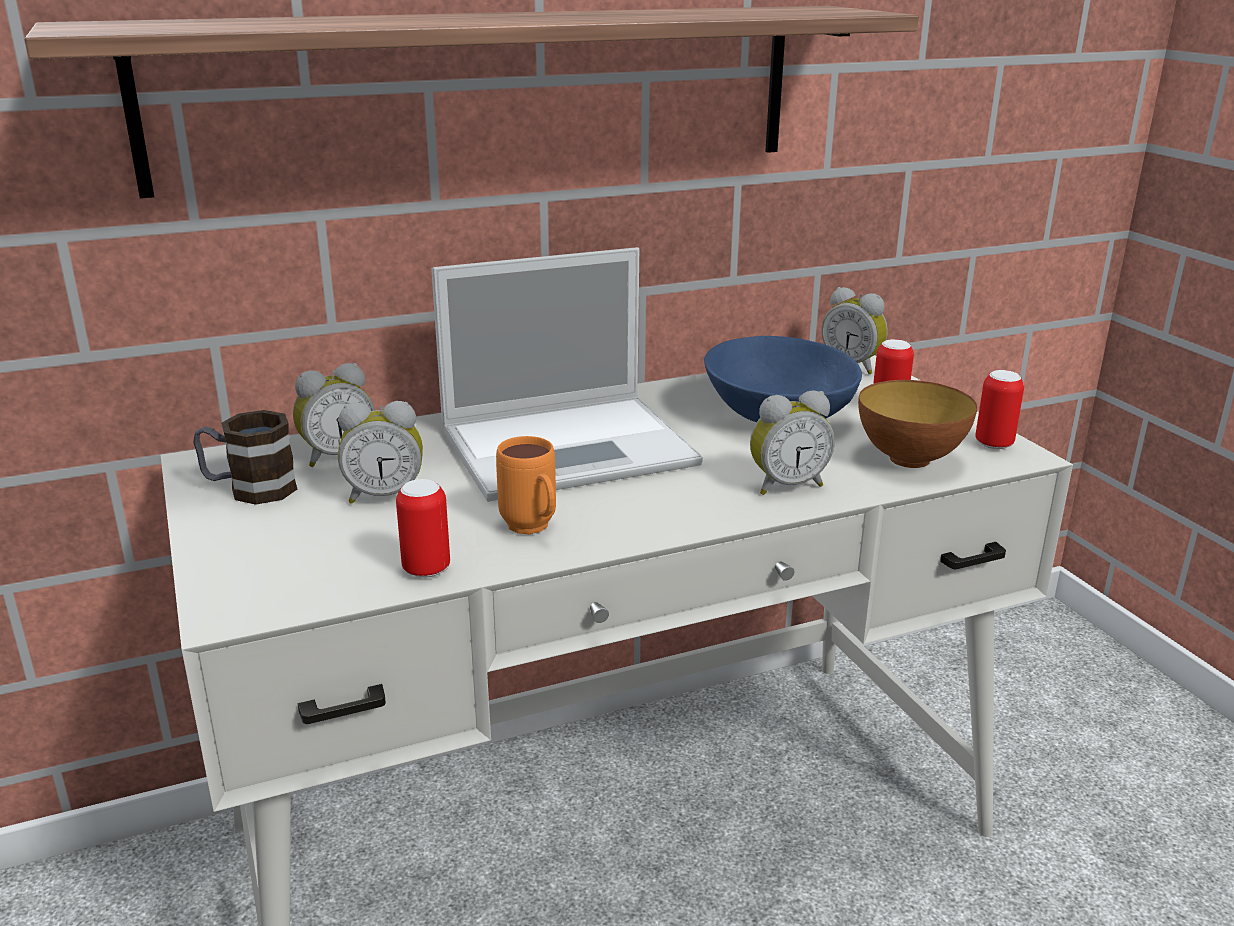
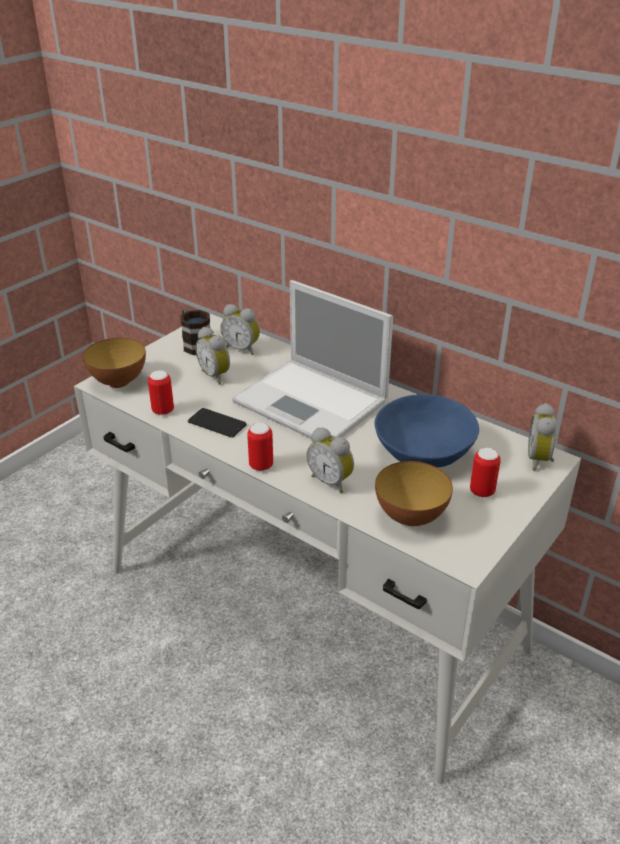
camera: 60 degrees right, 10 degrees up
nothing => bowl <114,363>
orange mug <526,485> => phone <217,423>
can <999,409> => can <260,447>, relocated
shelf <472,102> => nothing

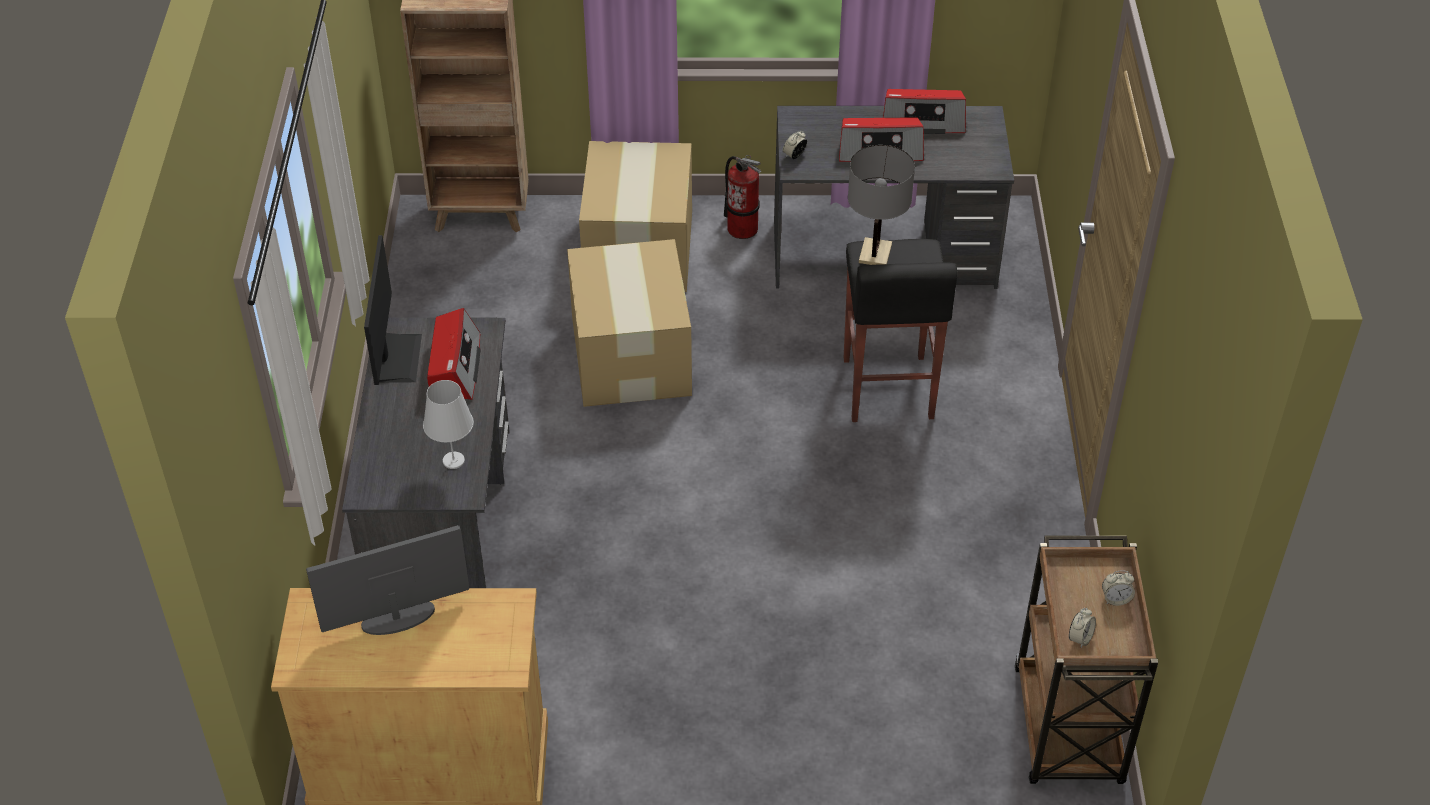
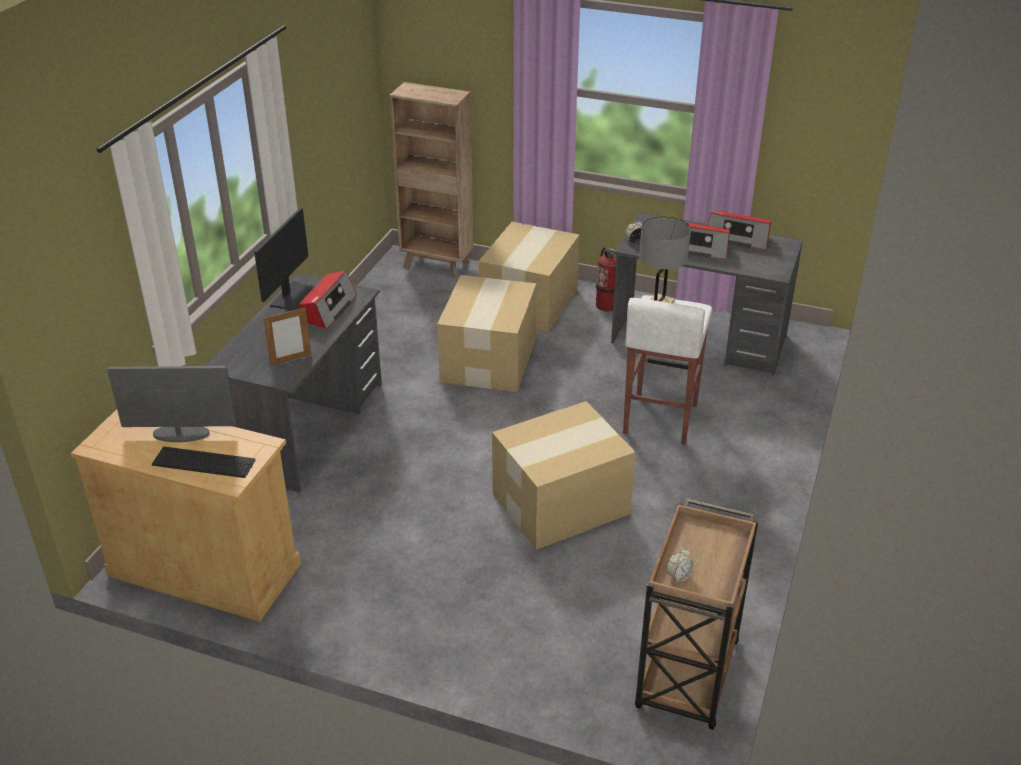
camera: 20 degrees right, 10 degrees down
nothing => keyboard <203,462>
white table lamp <448,424> => picture frame <287,336>
nothing => cardboard box <563,475>
black stool <900,330> => white stool <667,370>
alarm clock <1118,588> => nothing

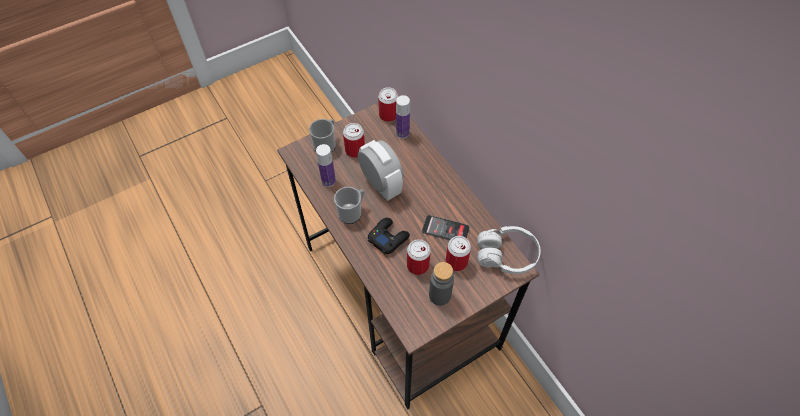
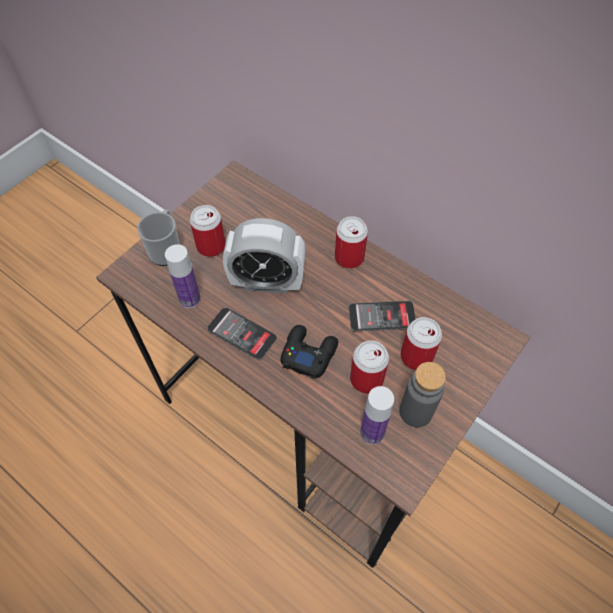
camera: 20 degrees left, 0 degrees up
mug <349,205> => phone <242,333>
alarm clock <381,170> => alarm clock <264,256>, 150 degrees clockwise
can <388,104> => can <351,242>, relocated
bottle <403,117> => bottle <377,415>, relocated
white headphones <509,250> => nothing

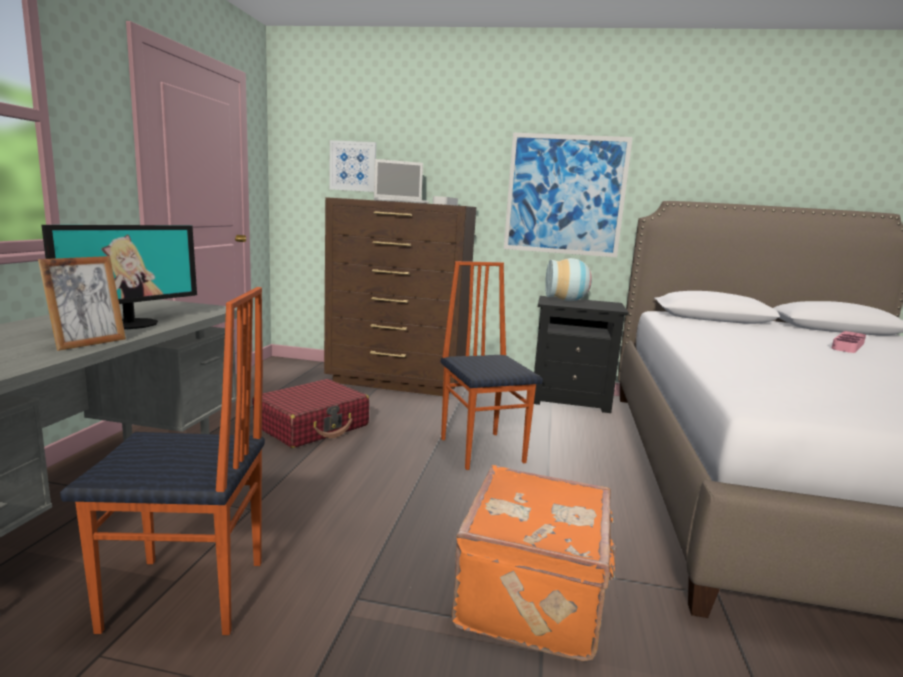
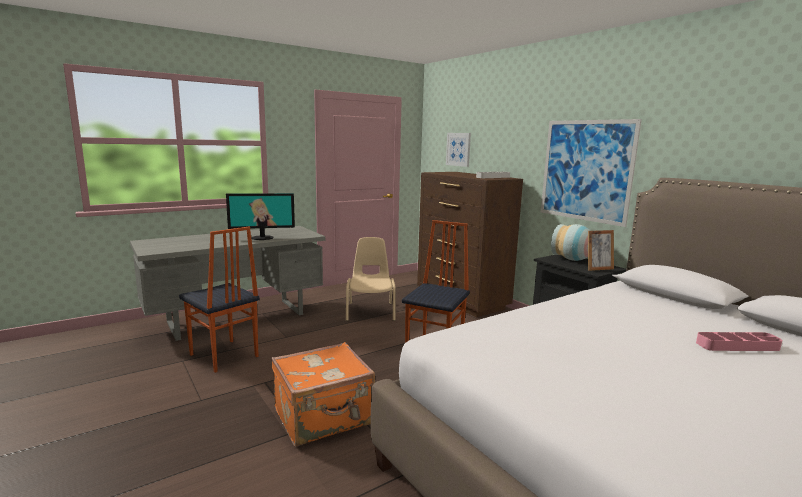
camera: 45 degrees right, 0 degrees up
red suitcase <310,413> => beige chair <371,279>
picture frame <82,303> => picture frame <601,250>, relocated
laptop <401,181> => nothing

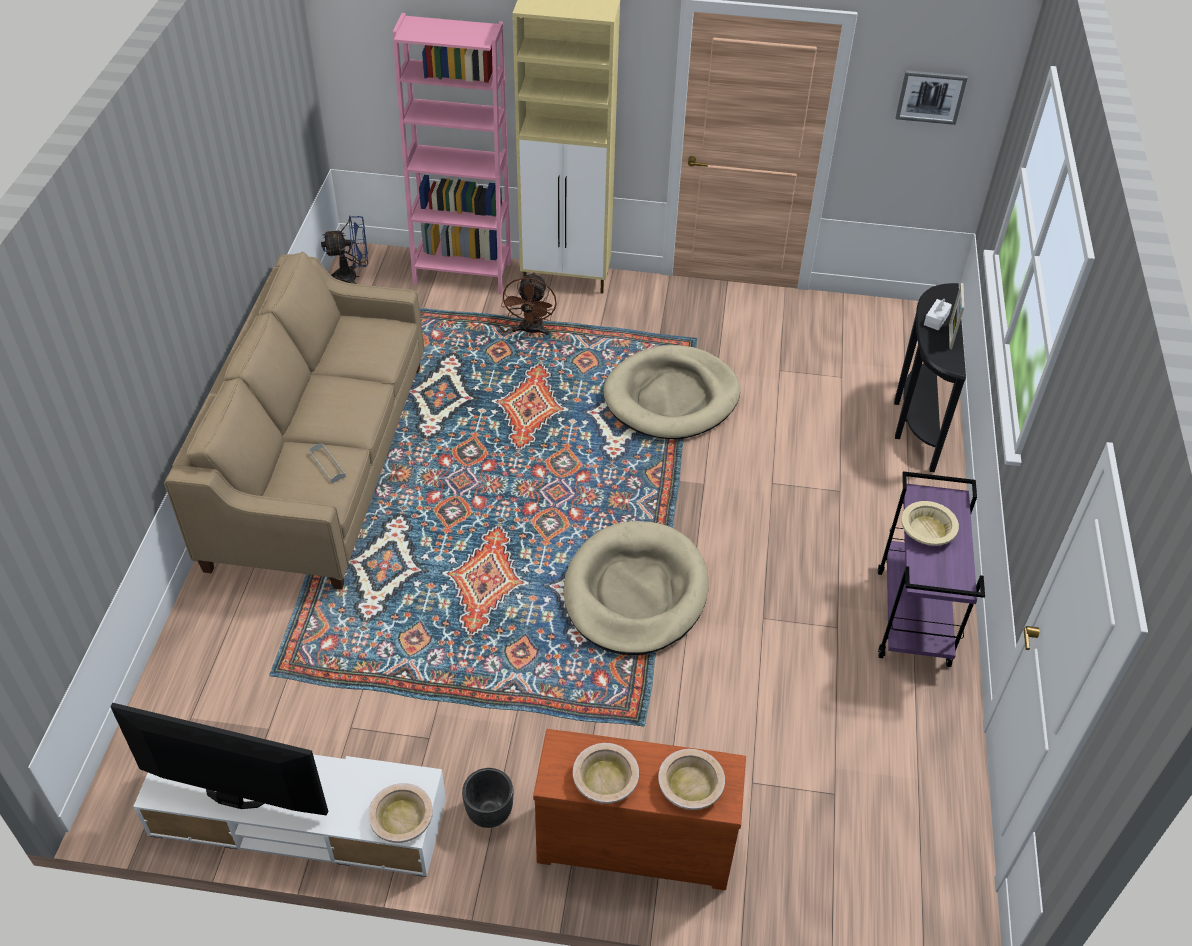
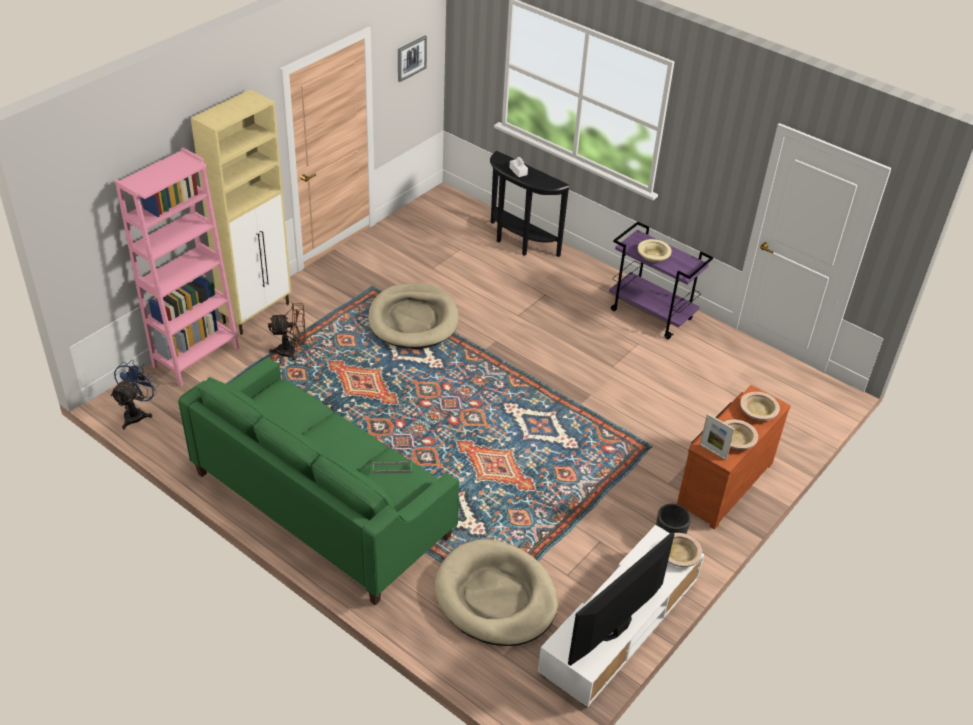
camera: 60 degrees left, 5 degrees down
beige sofa <294,421> => green sofa <318,481>
brown fan <529,303> => brown fan <287,332>, 45 degrees counterclockwise
beige dog bed <636,588> => beige dog bed <496,592>, relocated
picture frame <956,316> => picture frame <717,437>, relocated

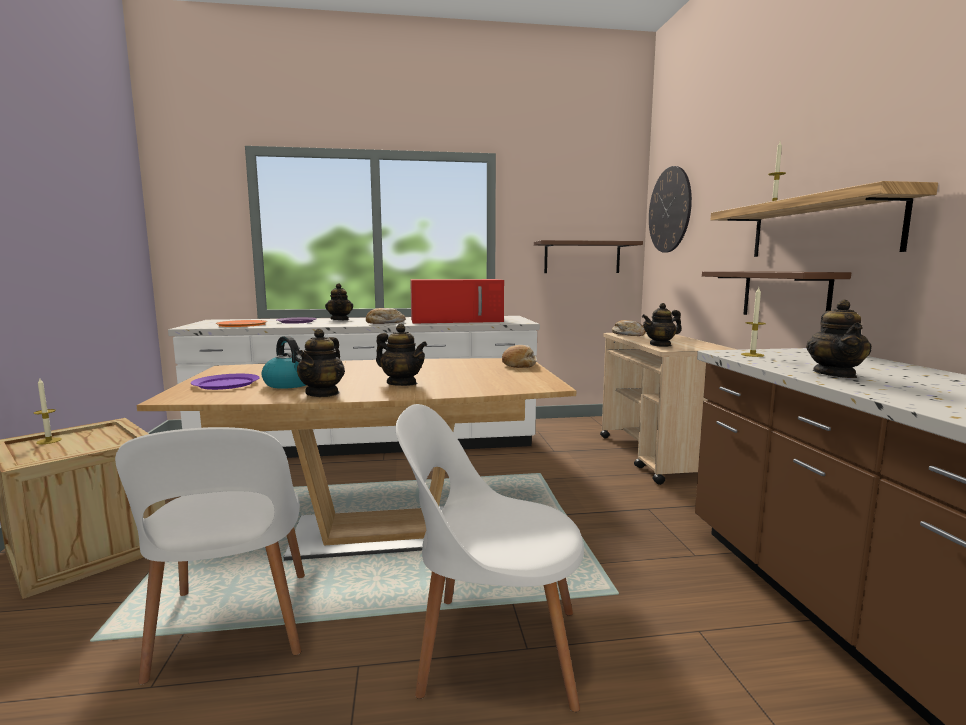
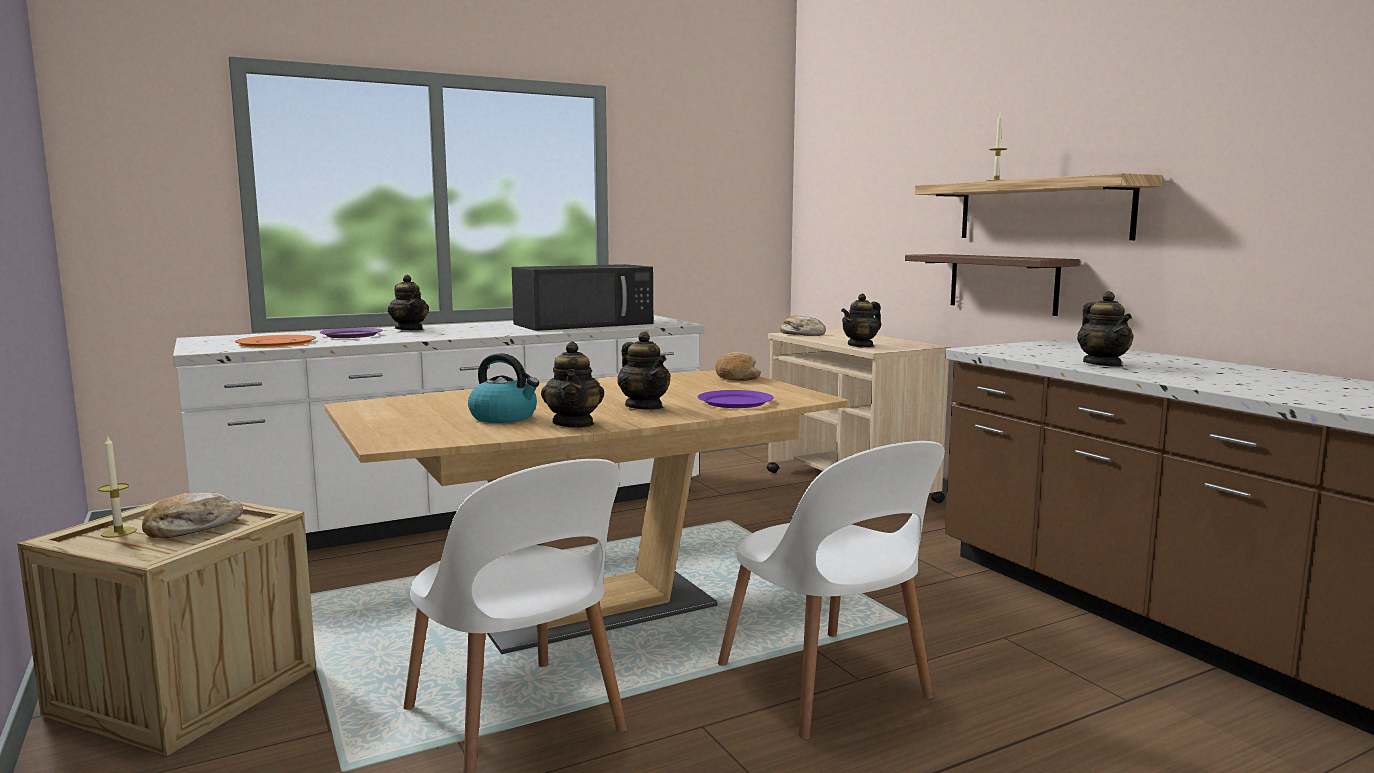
camera: 20 degrees left, 0 degrees up
bread <385,316> => bread <192,515>, relocated
red microwave <457,301> => black microwave <582,297>
teapot <401,355> => teapot <644,371>, 45 degrees clockwise
purple plate <225,382> => purple plate <736,399>, relocated
white chair <490,558> => white chair <831,590>, 105 degrees counterclockwise
brown shelf <588,256> => nothing
wall clock <670,209> => nothing
candle <753,322> => nothing

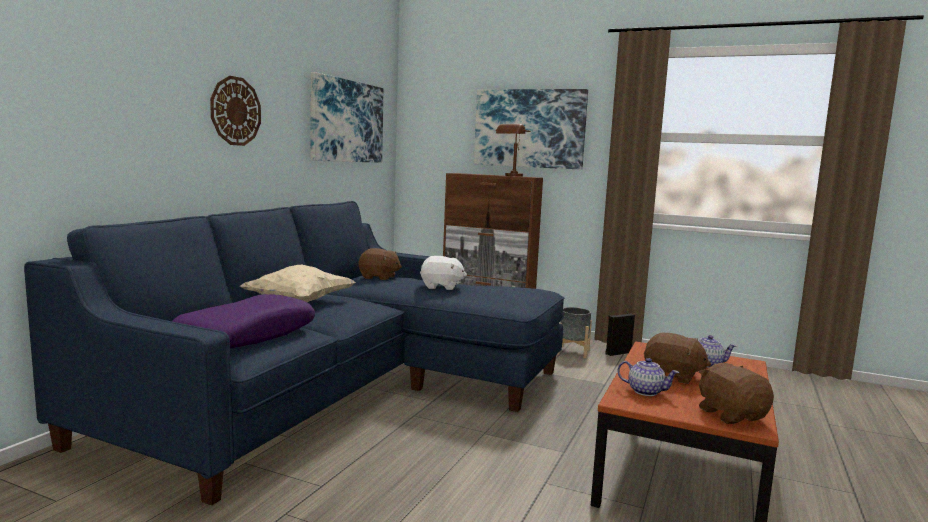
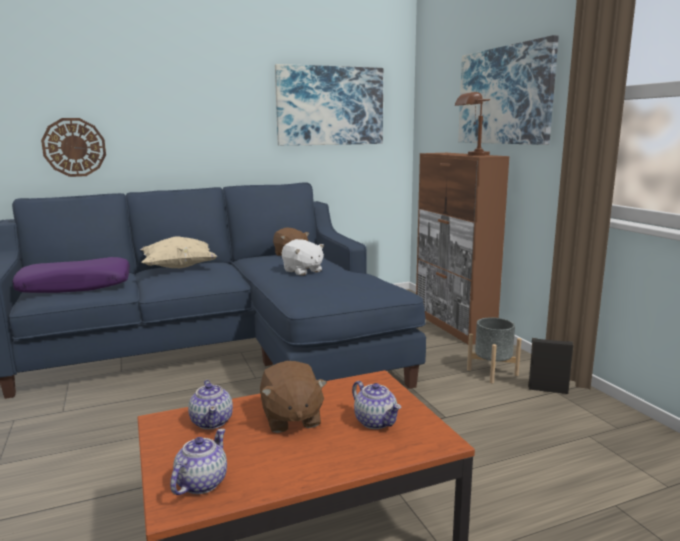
camera: 45 degrees right, 5 degrees up
wall clock <235,111> => wall clock <73,147>, relocated
brown plush toy <736,393> => teapot <198,462>

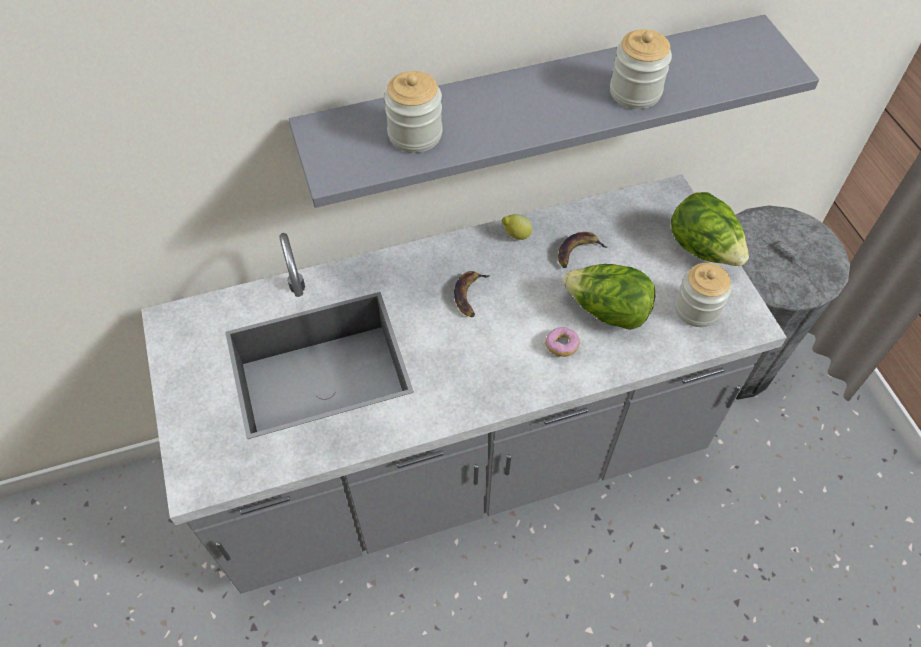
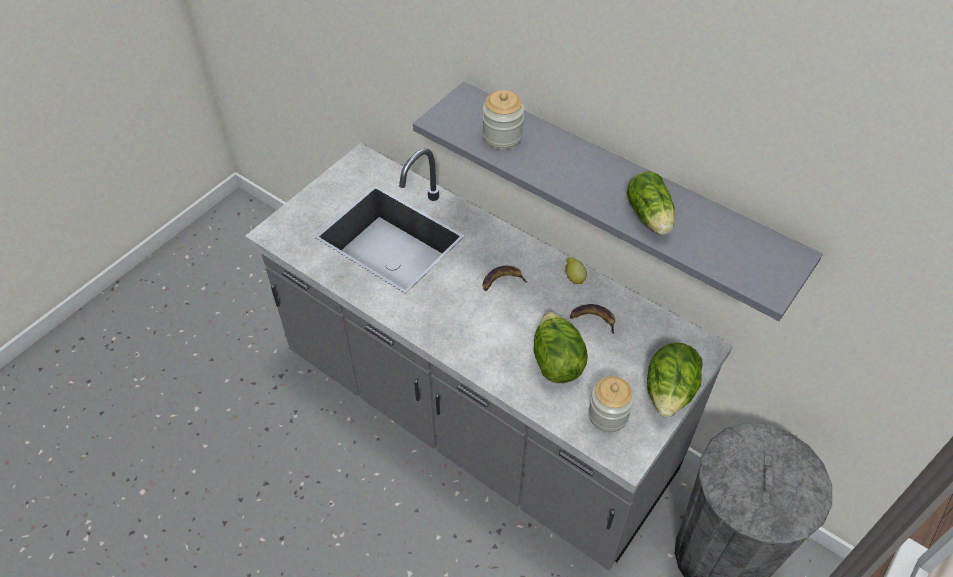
camera: 55 degrees right, 5 degrees down
jar <641,69> => lettuce <651,203>
donut <562,342> => nothing

